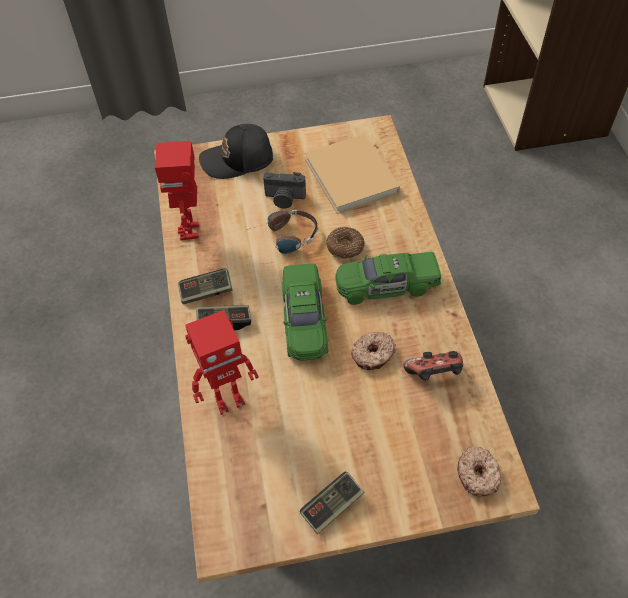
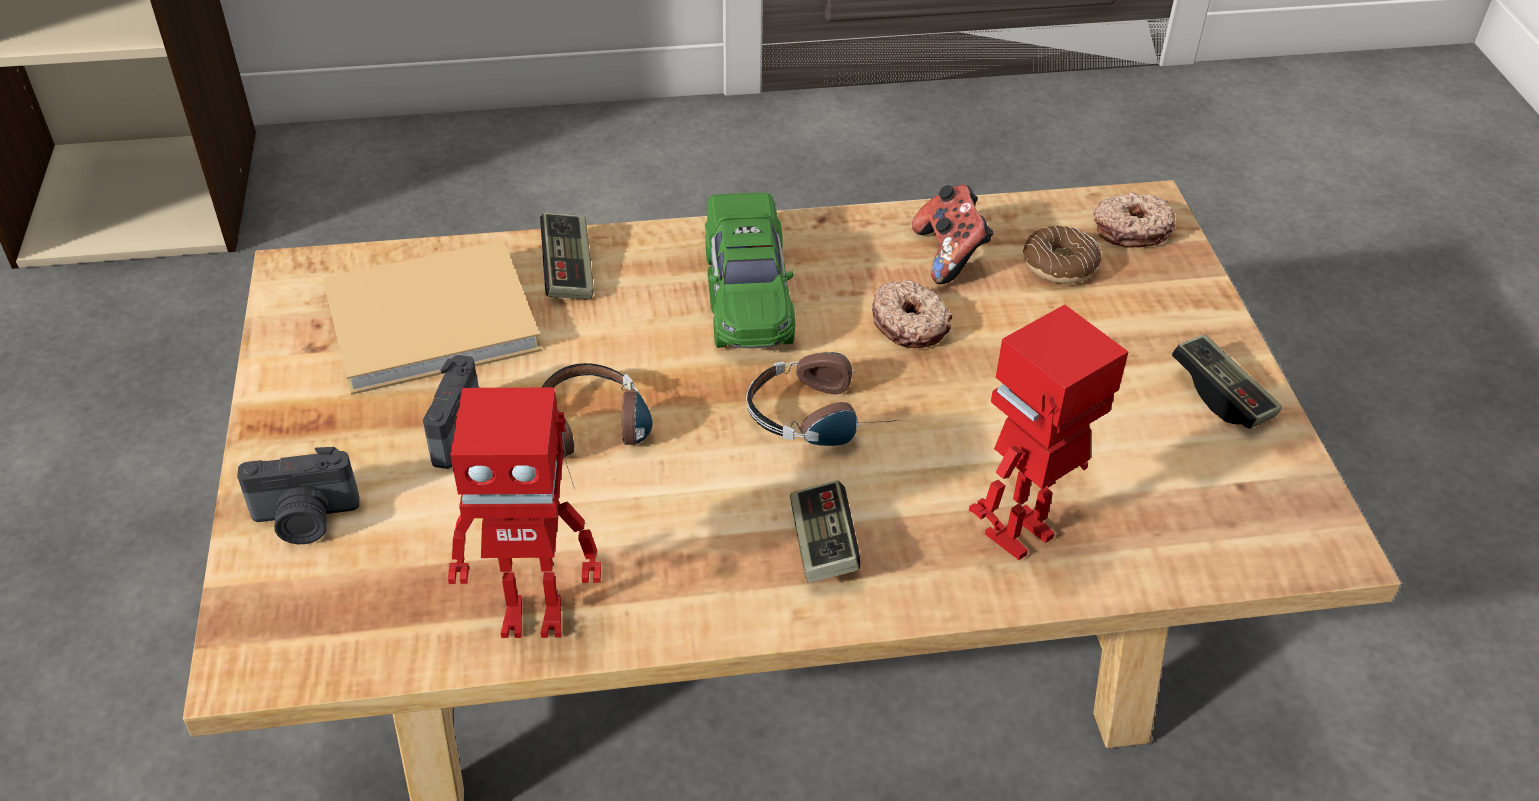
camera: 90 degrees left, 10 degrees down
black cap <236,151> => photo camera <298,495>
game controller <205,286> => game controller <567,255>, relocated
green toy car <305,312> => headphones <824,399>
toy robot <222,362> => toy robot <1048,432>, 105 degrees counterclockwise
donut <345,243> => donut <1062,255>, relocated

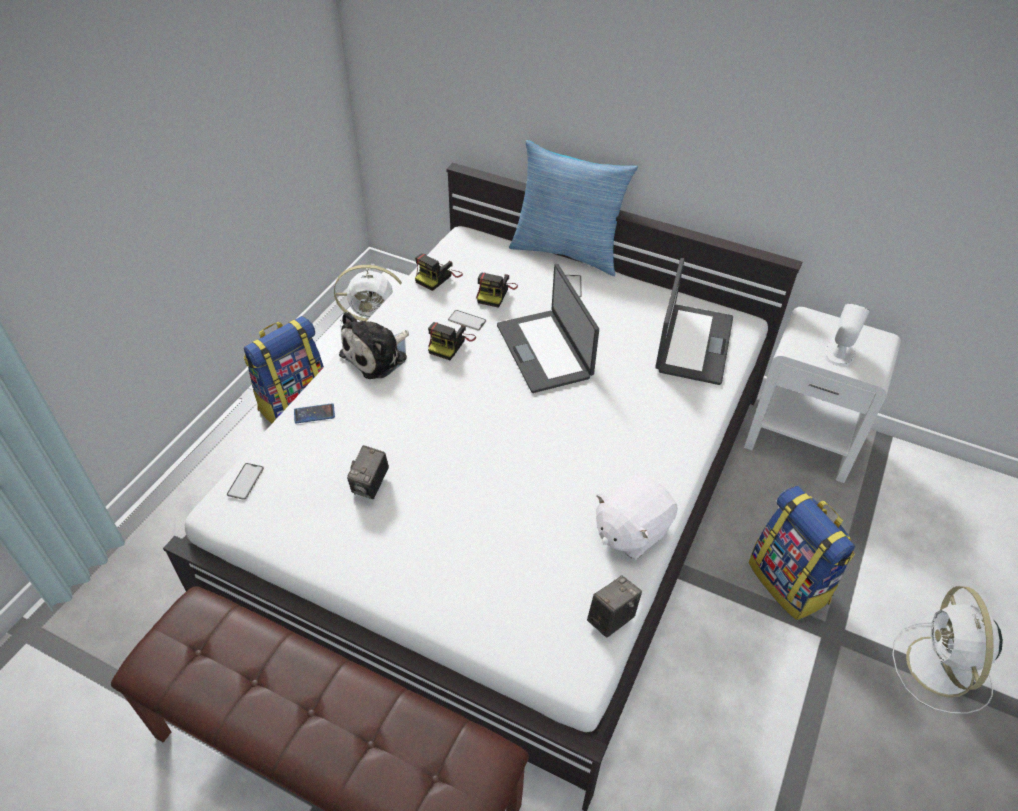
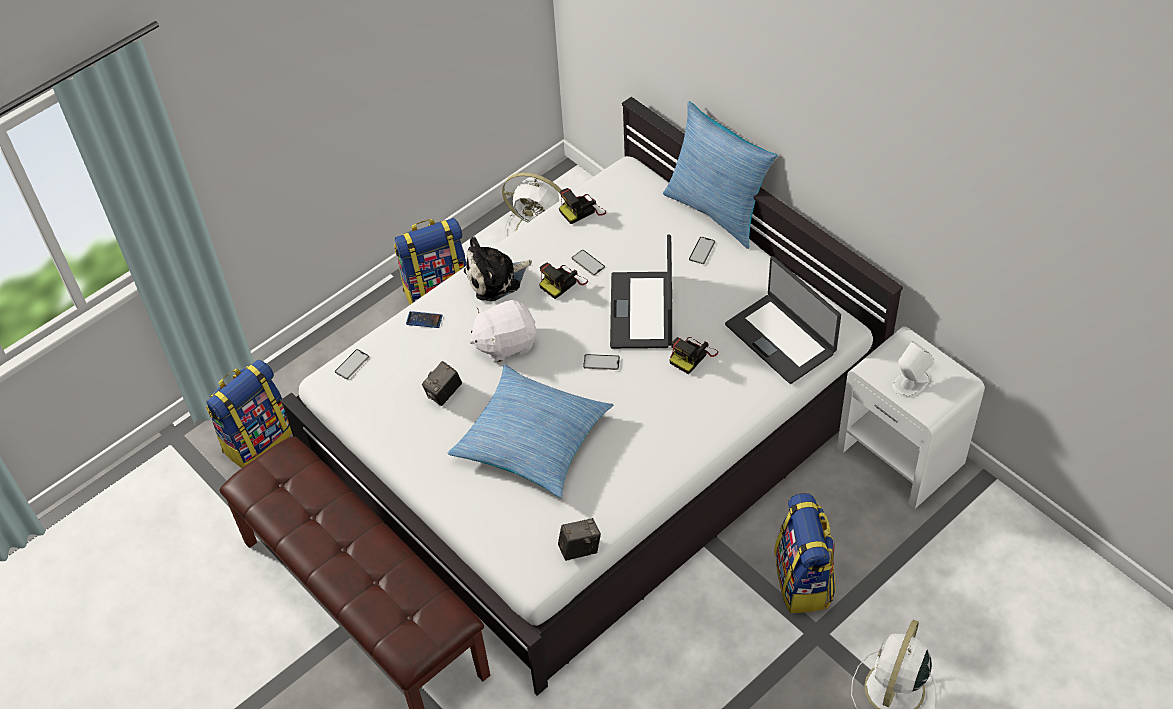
camera: 25 degrees right, 5 degrees up
nothing => backpack <249,413>
nothing => pillow <530,431>
white plush toy <637,517> => white plush toy <503,331>, relocated
nothing => phone <601,362>
photo camera <497,290> => photo camera <693,355>, relocated
laptop <694,321> => laptop <783,320>, 105 degrees clockwise

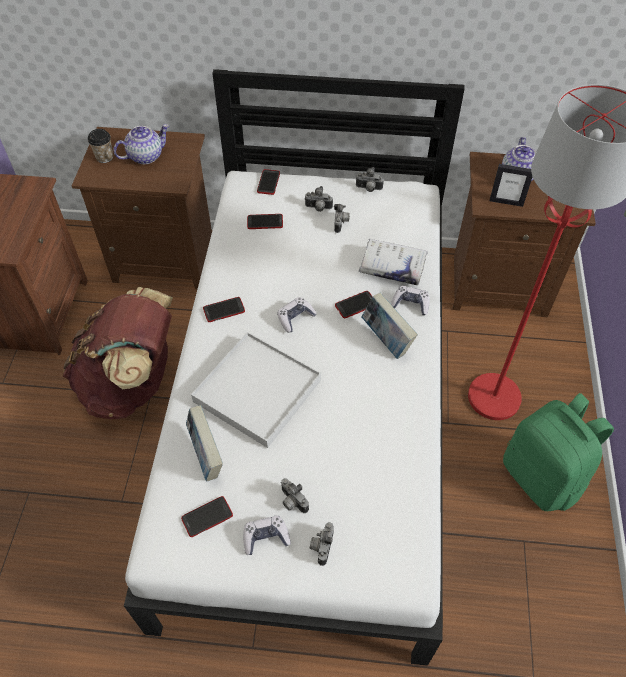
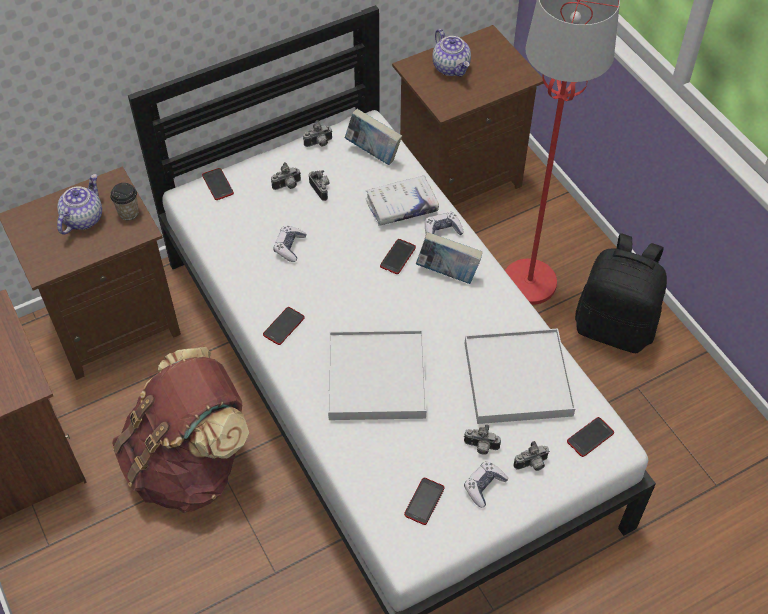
camera: 35 degrees left, 0 degrees up
cup <100,146> => cup <124,201>, relocated
game controller <297,315> => game controller <290,244>, relocated
book <204,443> => book <373,137>, relocated
nothing => white tray <520,376>
photo camera <322,544> => photo camera <531,456>, 90 degrees counterclockwise
phone <265,221> => phone <590,437>, relocated
green backpack <558,452> => black backpack <621,293>
picture frame <511,185> => nothing

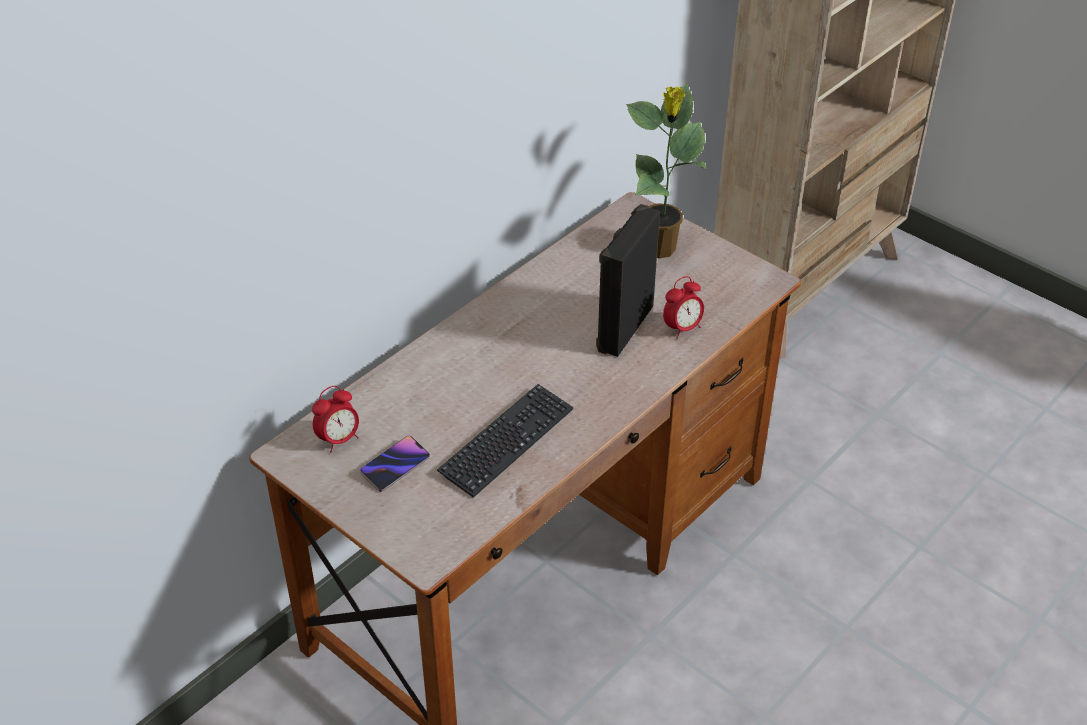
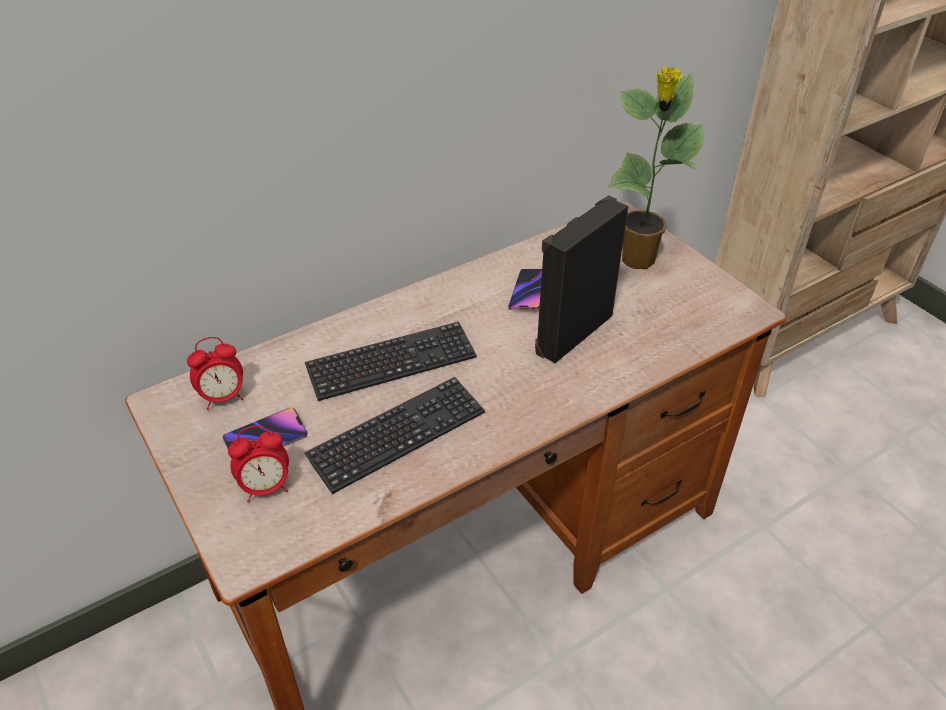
camera: 15 degrees right, 0 degrees up
alarm clock <683,307> => alarm clock <258,463>, relocated
nothing => keyboard <391,361>
nothing => phone <525,289>

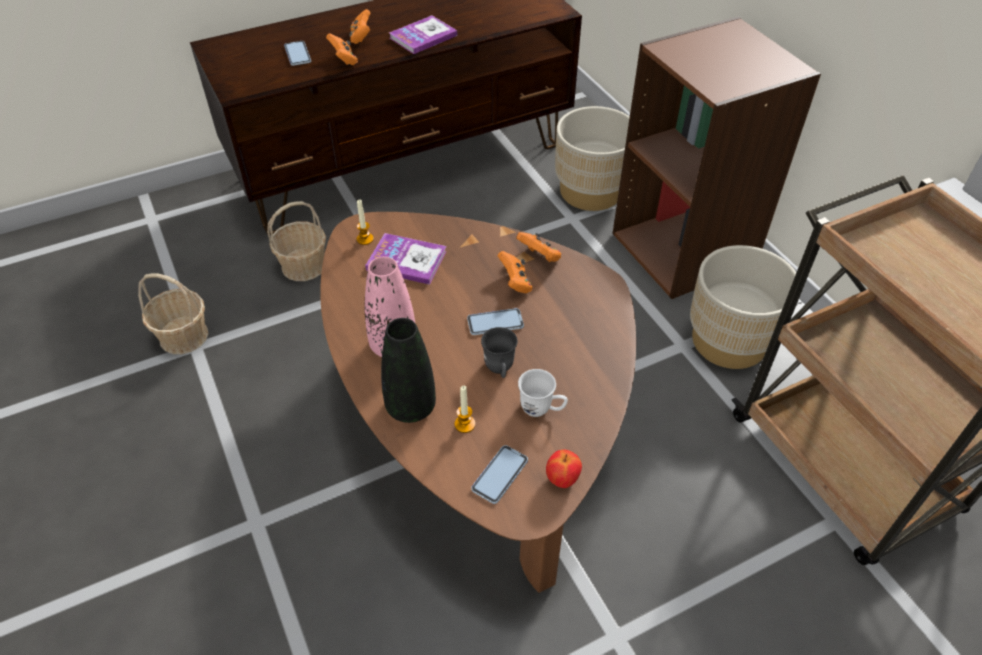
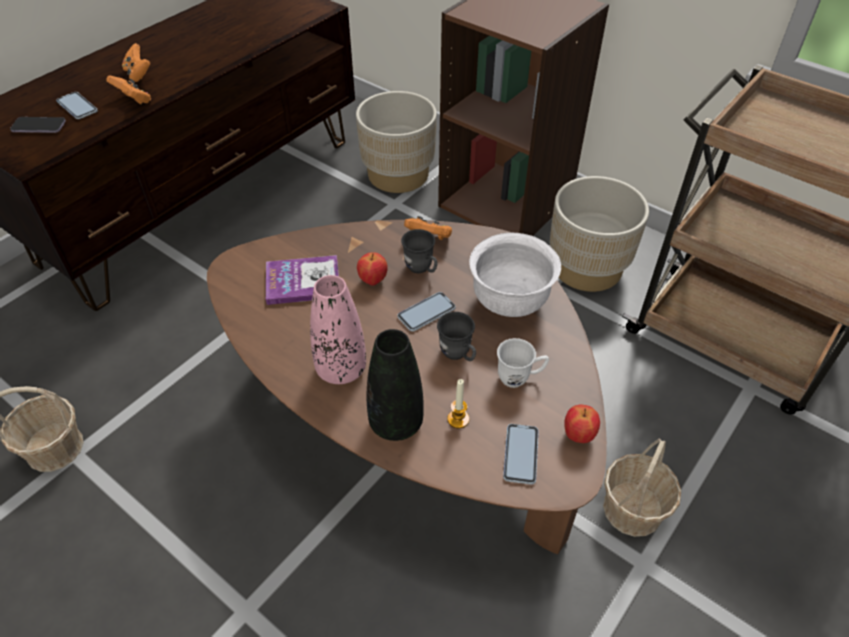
camera: 25 degrees left, 0 degrees up
nothing => phone <38,125>
nothing => apple <372,269>
orange game controller <515,272> => grey mug <419,251>
nothing => white bowl <515,275>
basket <296,241> => basket <642,488>, relocated
candle <365,222> => nothing
book <423,35> => nothing

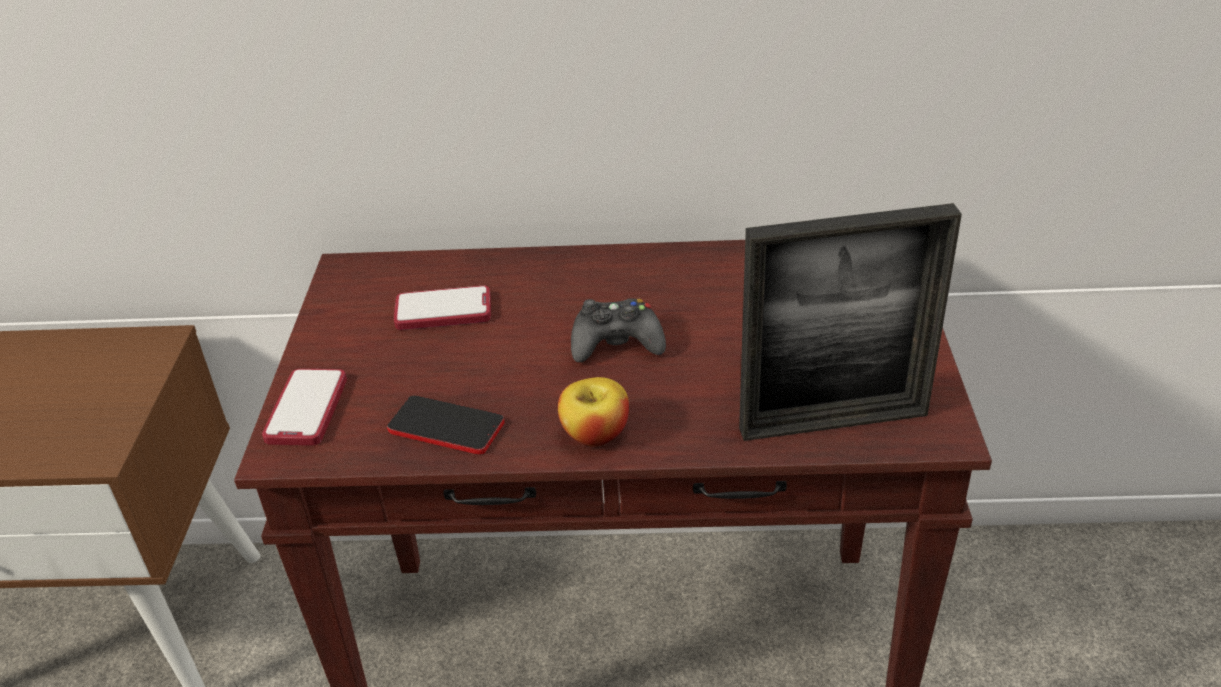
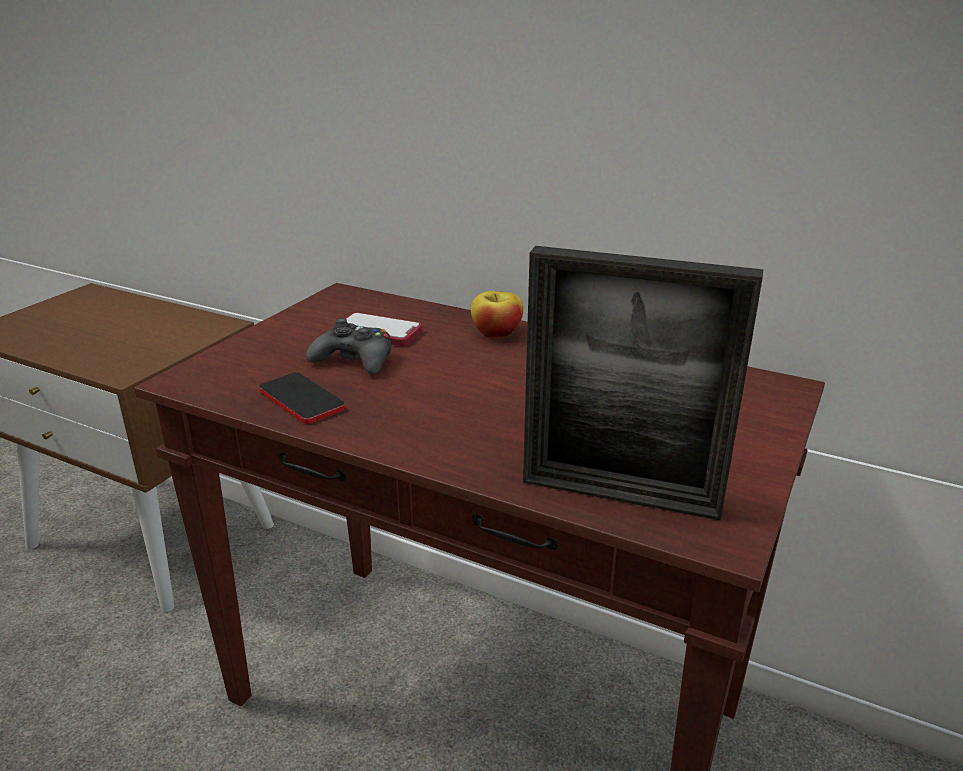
camera: 25 degrees right, 10 degrees down
black game controller <618,330> => black game controller <348,346>, relocated
apple <593,412> => apple <497,314>, relocated
phone <304,407> => nothing

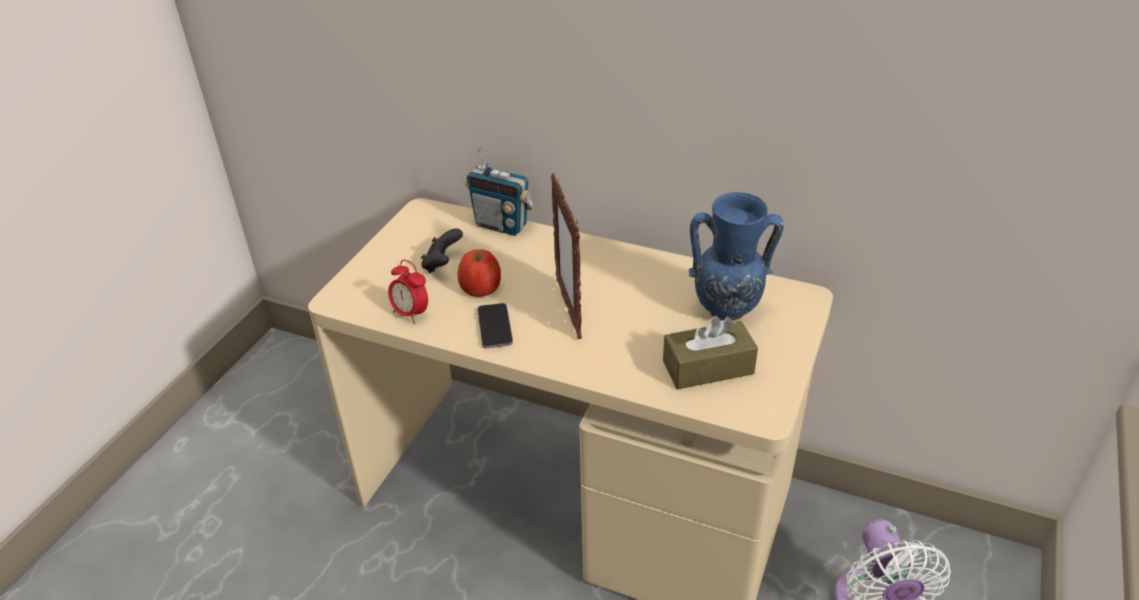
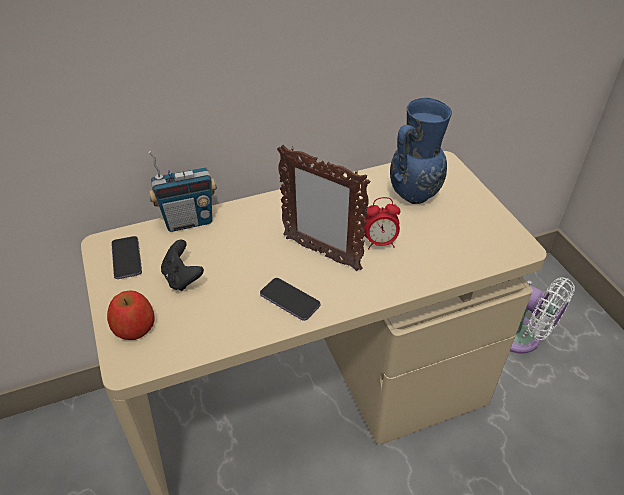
camera: 45 degrees left, 5 degrees up
apple <479,273> => apple <131,315>, relocated
nothing => phone <126,257>
alarm clock <408,292> => alarm clock <381,223>, relocated
brown tissue box <710,352> => nothing

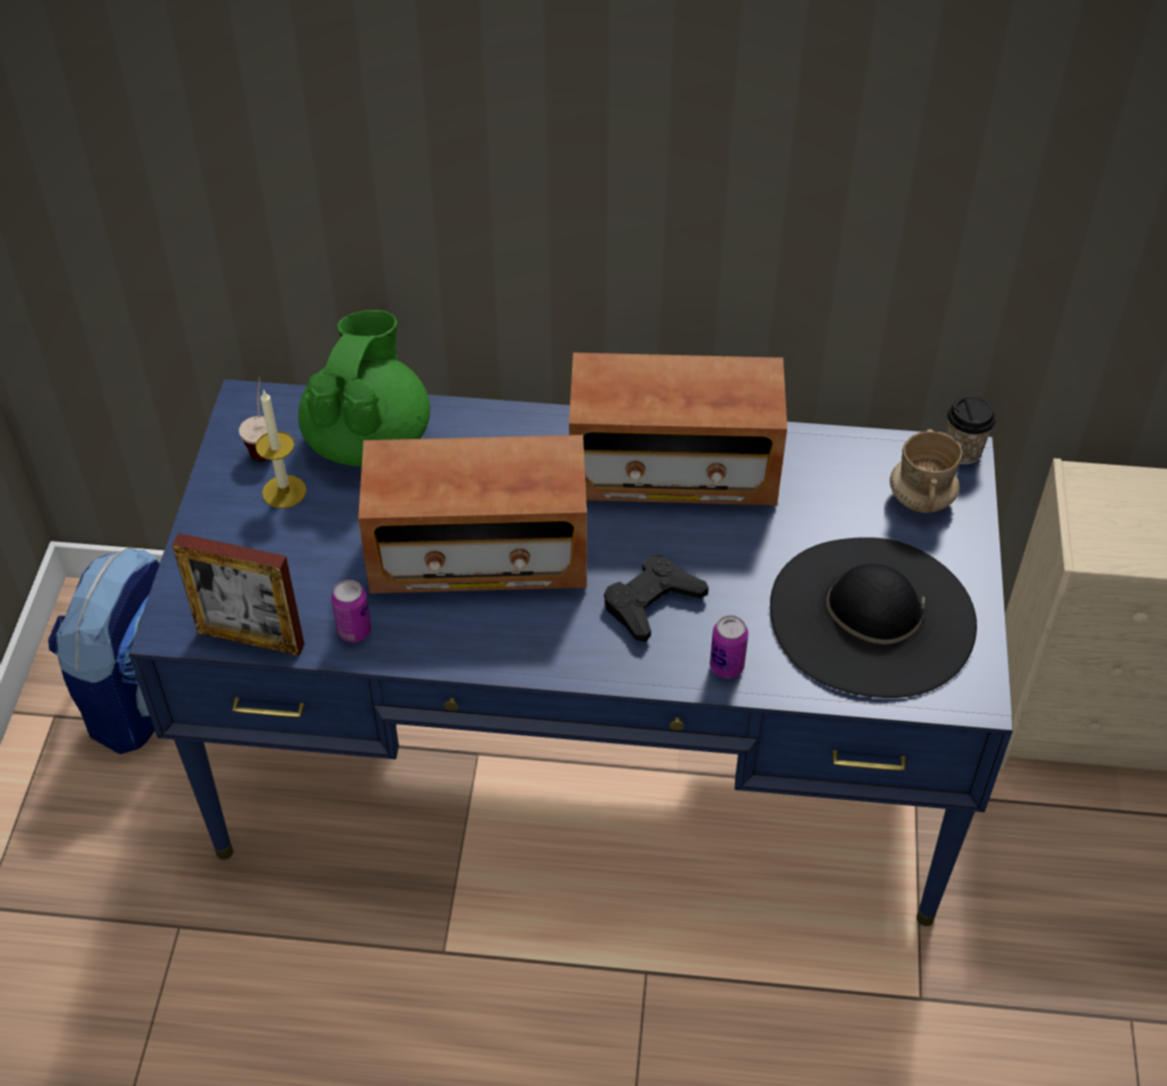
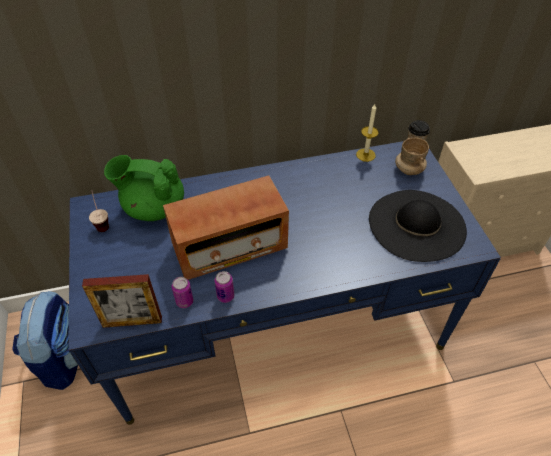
camera: 20 degrees left, 0 degrees up
green teapot <364,388> => green teapot <144,188>, 75 degrees counterclockwise
can <729,647> => can <224,287>, relocated
candle <281,449> => candle <367,133>, relocated
radio <678,429> => nothing
black game controller <656,598> => nothing

